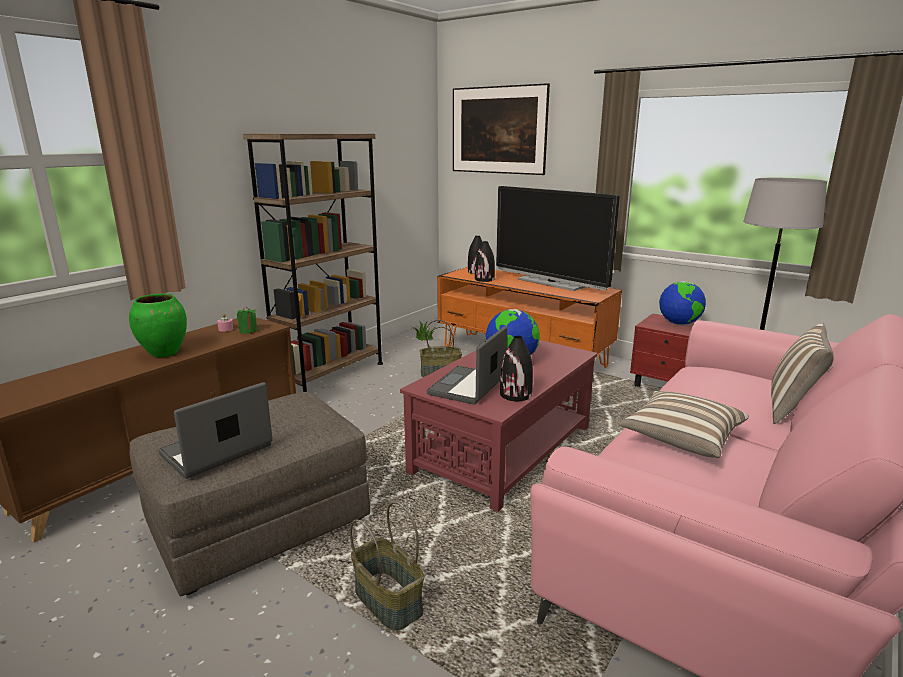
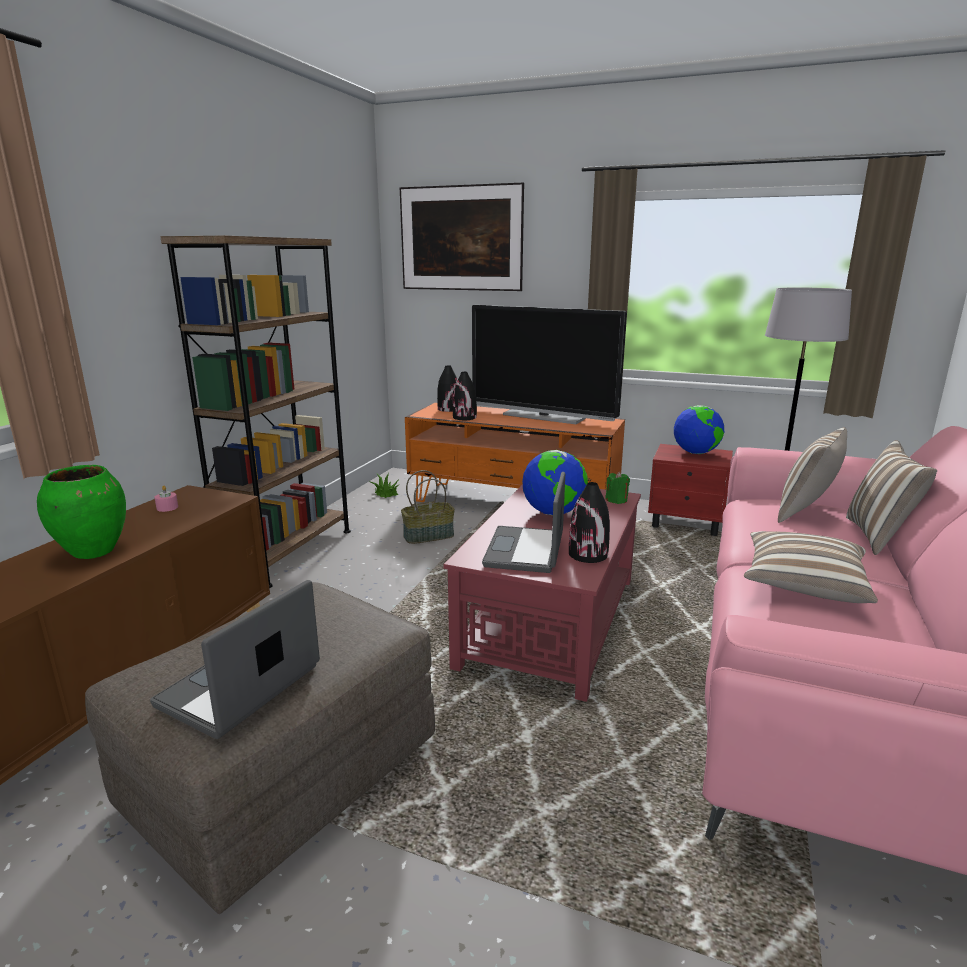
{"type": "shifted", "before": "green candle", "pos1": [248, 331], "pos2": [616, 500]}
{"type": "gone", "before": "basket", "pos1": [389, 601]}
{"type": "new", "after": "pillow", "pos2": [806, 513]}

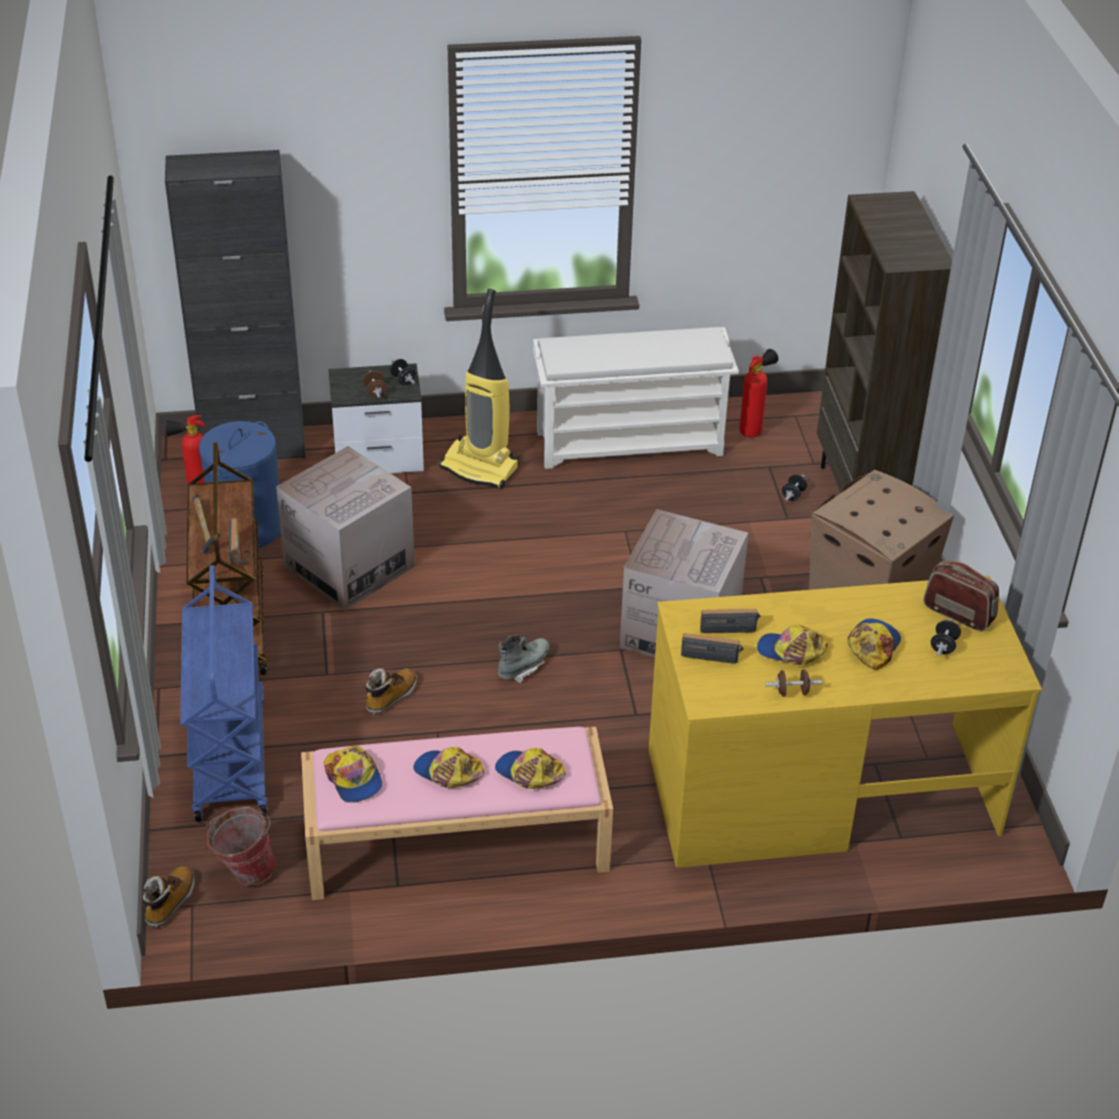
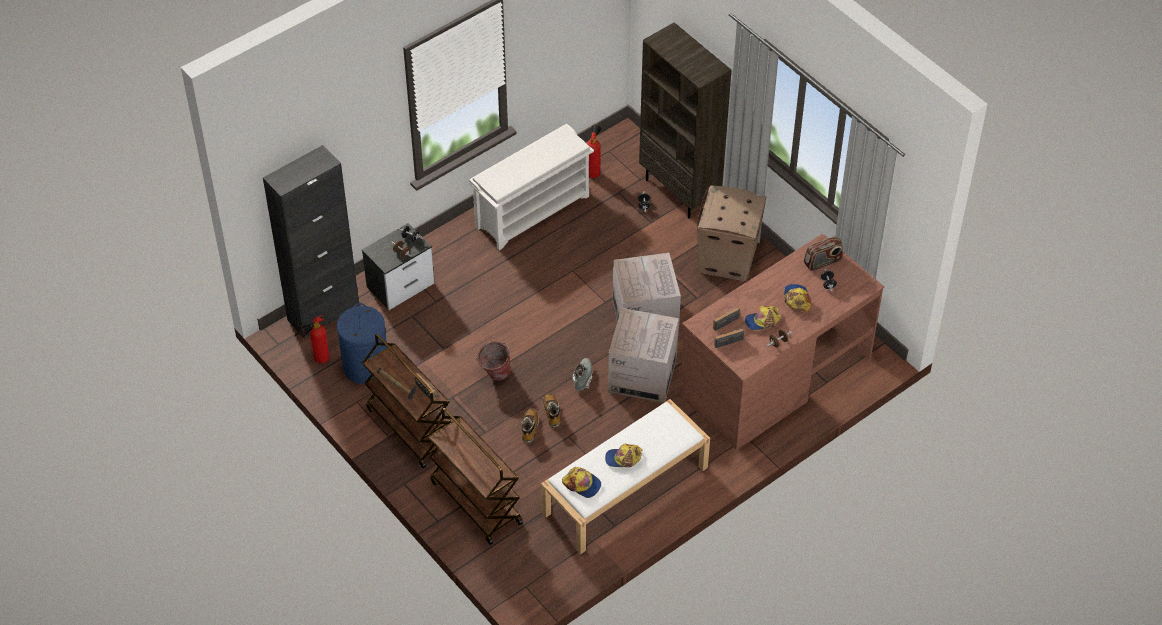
{"type": "gone", "before": "vacuum cleaner", "pos1": [481, 467]}
{"type": "shifted", "before": "cardboard box", "pos1": [349, 566], "pos2": [642, 375]}
{"type": "rotated", "before": "radio", "pos1": [958, 613], "pos2": [822, 262], "turn": 150}
{"type": "repainted", "before": "blue cart", "after": "brown cart", "pos1": [229, 756], "pos2": [475, 502]}
{"type": "repainted", "before": "yellow desk", "after": "brown desk", "pos1": [820, 791], "pos2": [774, 376]}
{"type": "repainted", "before": "pink bench", "after": "white bench", "pos1": [455, 844], "pos2": [625, 491]}
{"type": "gone", "before": "cap", "pos1": [528, 773]}
{"type": "shifted", "before": "bucket", "pos1": [244, 871], "pos2": [494, 375]}
{"type": "shifted", "before": "boot", "pos1": [170, 902], "pos2": [552, 413]}

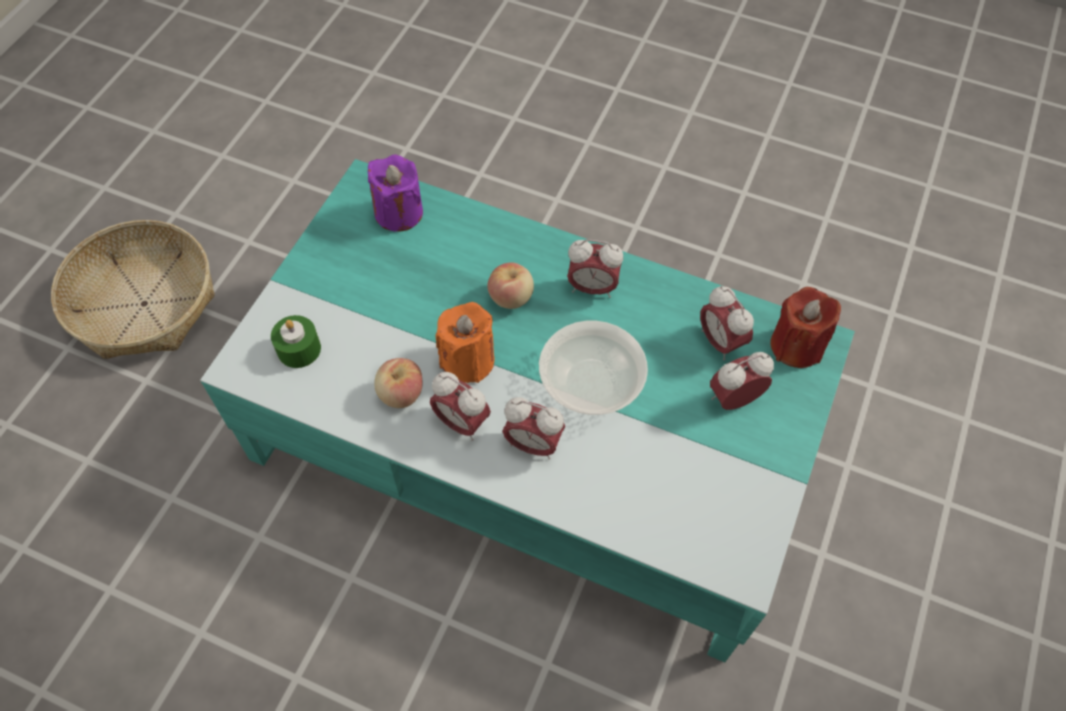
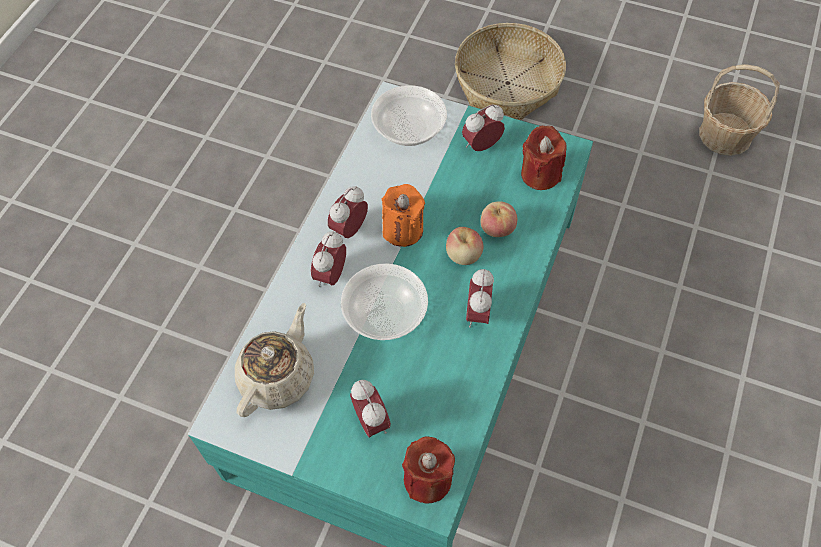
{"type": "repainted", "before": "purple candle", "after": "red candle", "pos1": [398, 213], "pos2": [540, 174]}
{"type": "shifted", "before": "alarm clock", "pos1": [720, 342], "pos2": [481, 145]}
{"type": "swapped", "before": "green candle", "after": "bowl", "pos1": [299, 349], "pos2": [408, 129]}
{"type": "shifted", "before": "apple", "pos1": [401, 394], "pos2": [497, 229]}
{"type": "new", "after": "basket", "pos2": [725, 135]}
{"type": "new", "after": "beige teapot", "pos2": [278, 376]}

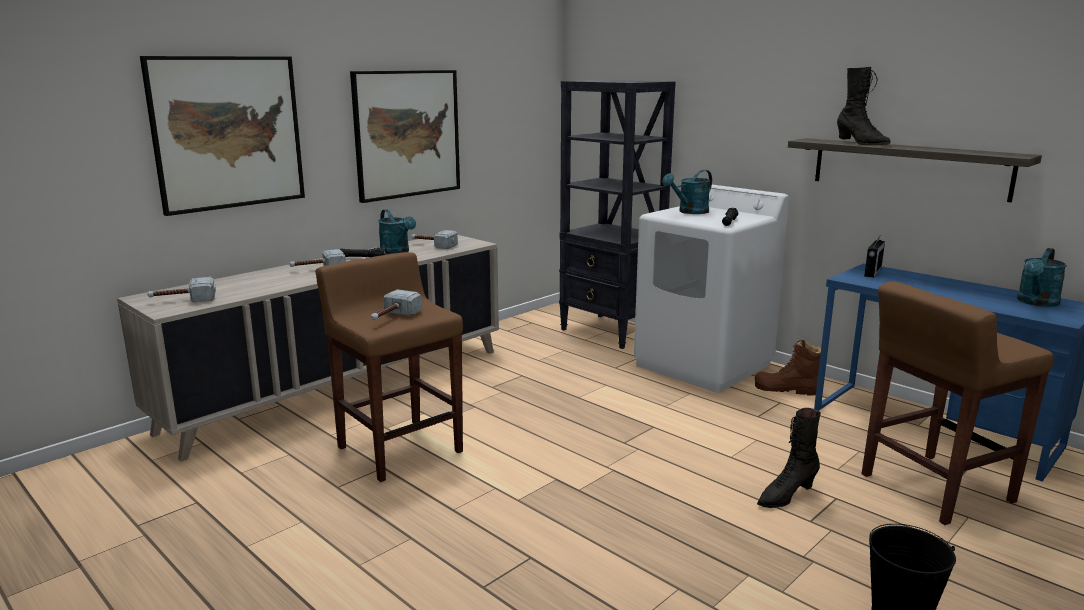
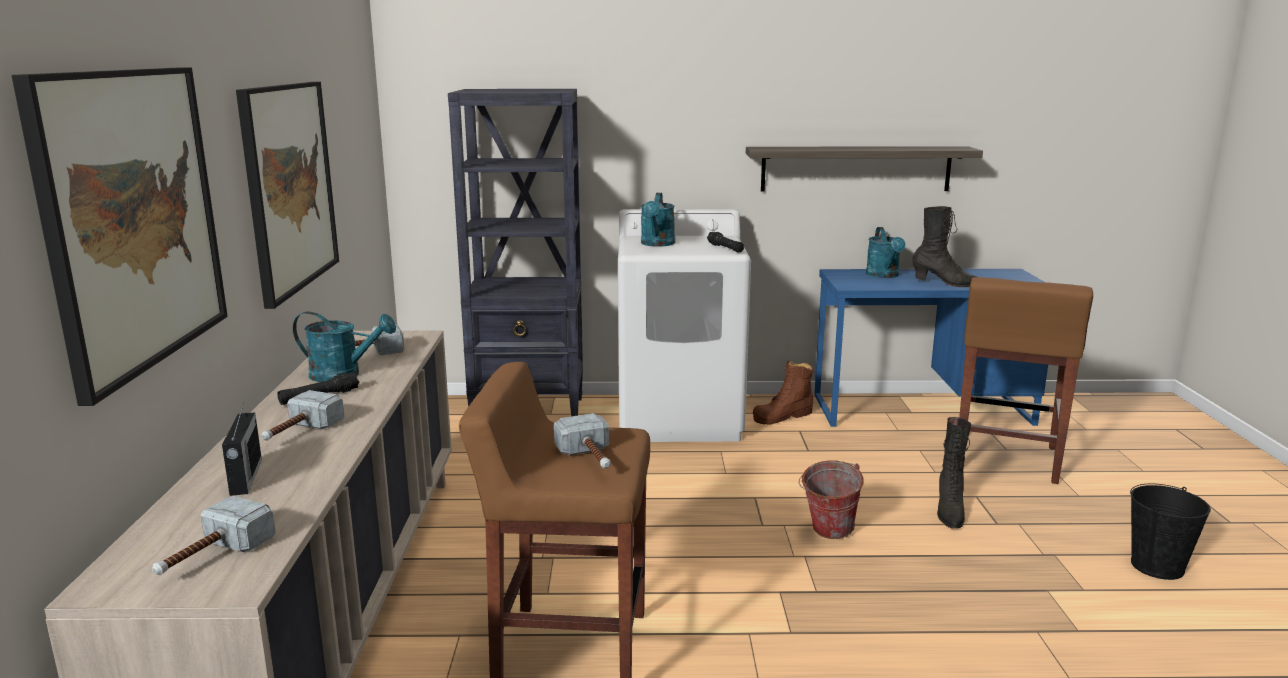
{"type": "shifted", "before": "black boot", "pos1": [861, 143], "pos2": [945, 283]}
{"type": "shifted", "before": "radio", "pos1": [872, 272], "pos2": [245, 477]}
{"type": "shifted", "before": "turquoise watering can", "pos1": [1036, 303], "pos2": [884, 275]}
{"type": "new", "after": "bucket", "pos2": [827, 533]}

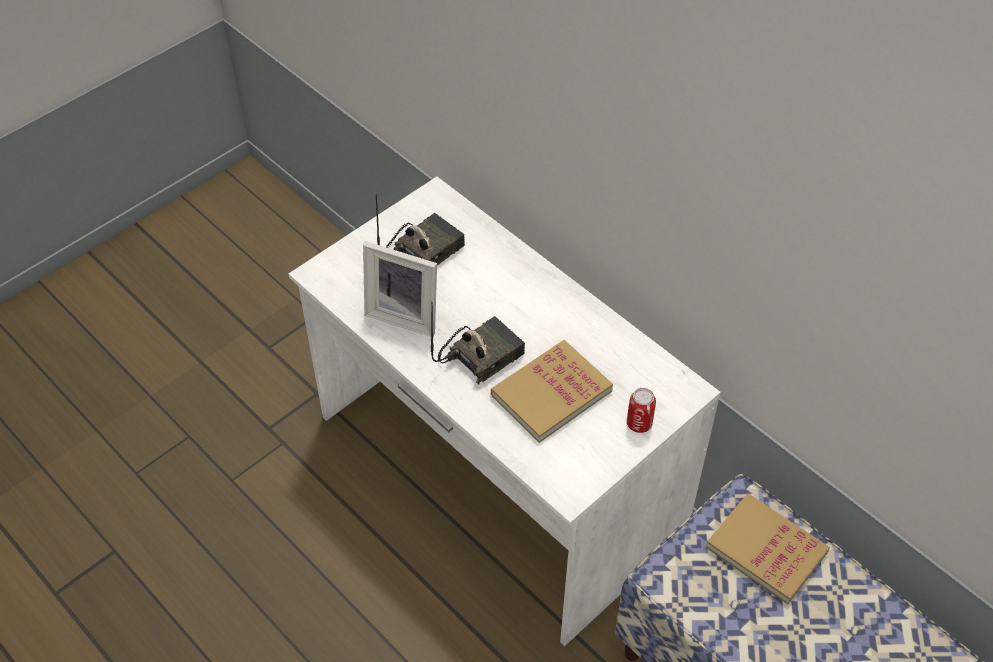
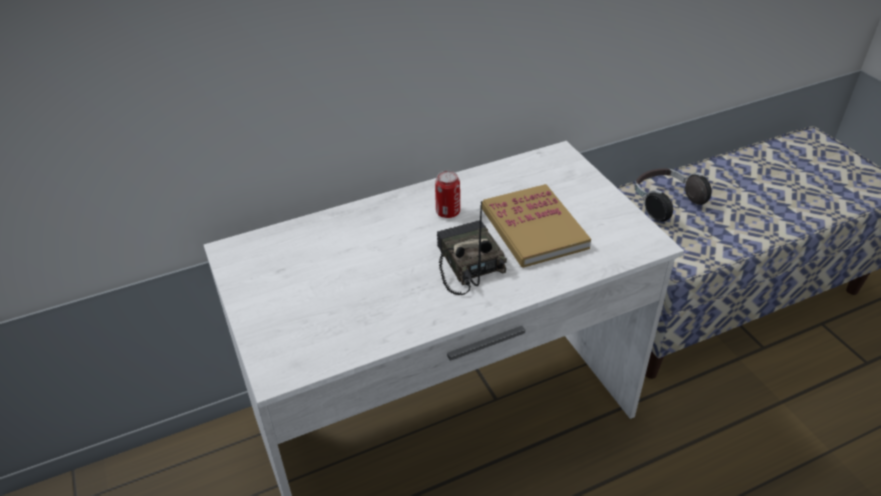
{"type": "gone", "before": "radio", "pos1": [424, 249]}
{"type": "gone", "before": "picture frame", "pos1": [405, 314]}
{"type": "shifted", "before": "can", "pos1": [639, 423], "pos2": [448, 212]}
{"type": "swapped", "before": "book", "after": "headphones", "pos1": [766, 550], "pos2": [664, 203]}

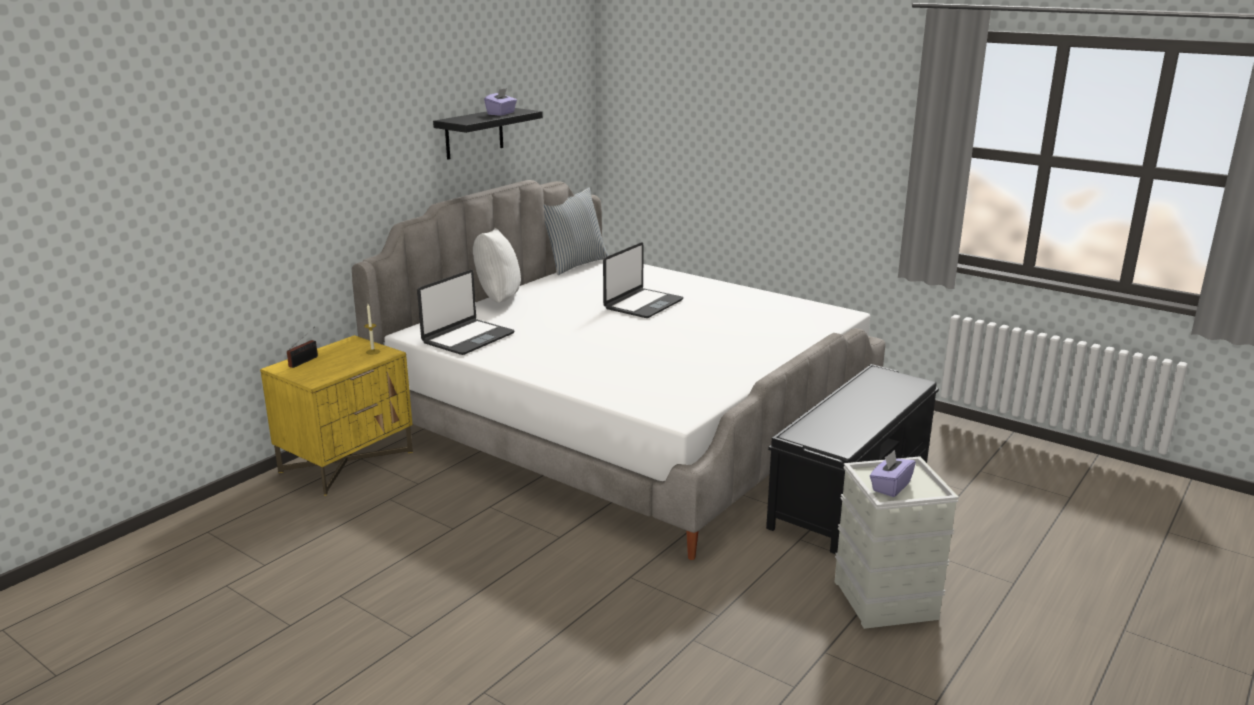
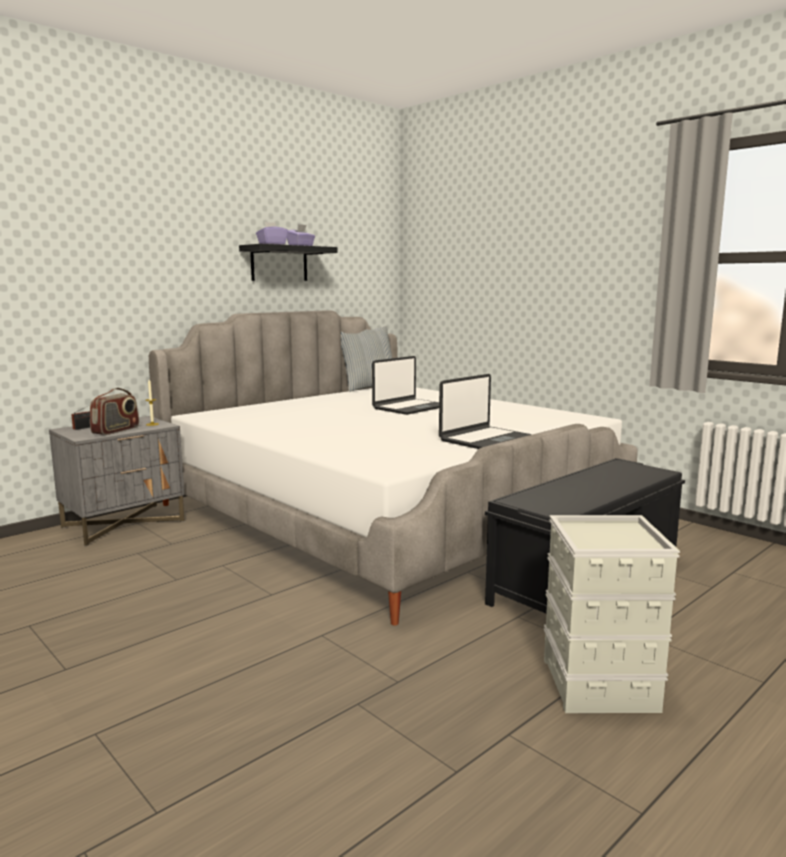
{"type": "gone", "before": "white pillow", "pos1": [497, 300]}
{"type": "shifted", "before": "laptop", "pos1": [467, 338], "pos2": [485, 439]}
{"type": "repainted", "before": "yellow nightstand", "after": "grey nightstand", "pos1": [347, 461], "pos2": [124, 524]}
{"type": "shifted", "before": "purple tissue box", "pos1": [890, 487], "pos2": [272, 244]}
{"type": "new", "after": "radio", "pos2": [116, 430]}

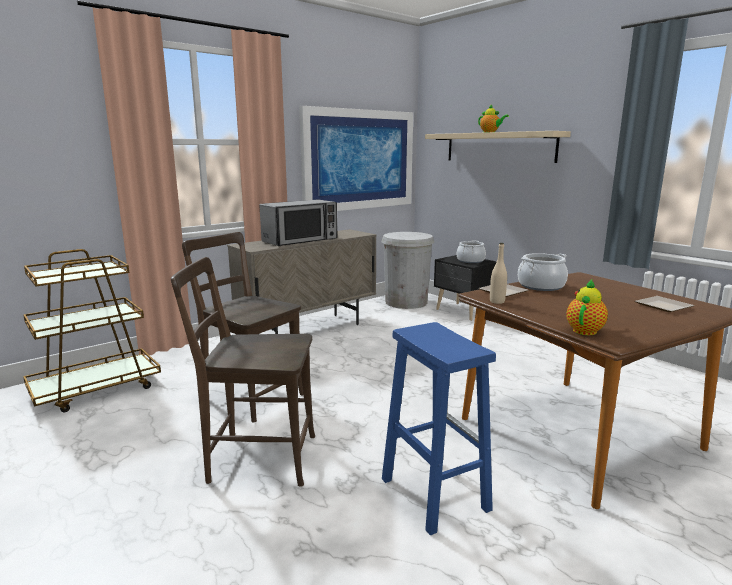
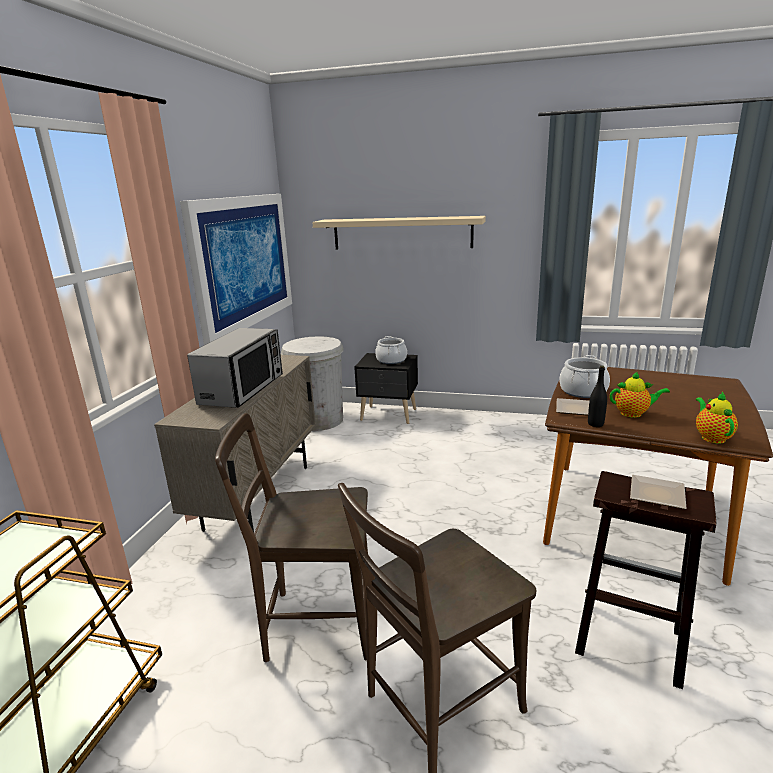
{"type": "shifted", "before": "teapot", "pos1": [490, 132], "pos2": [633, 413]}
{"type": "repainted", "before": "beige bottle", "after": "black bottle", "pos1": [497, 301], "pos2": [595, 424]}
{"type": "shifted", "before": "plate", "pos1": [661, 306], "pos2": [655, 495]}
{"type": "repainted", "before": "blue stool", "after": "brown stool", "pos1": [433, 493], "pos2": [627, 642]}

